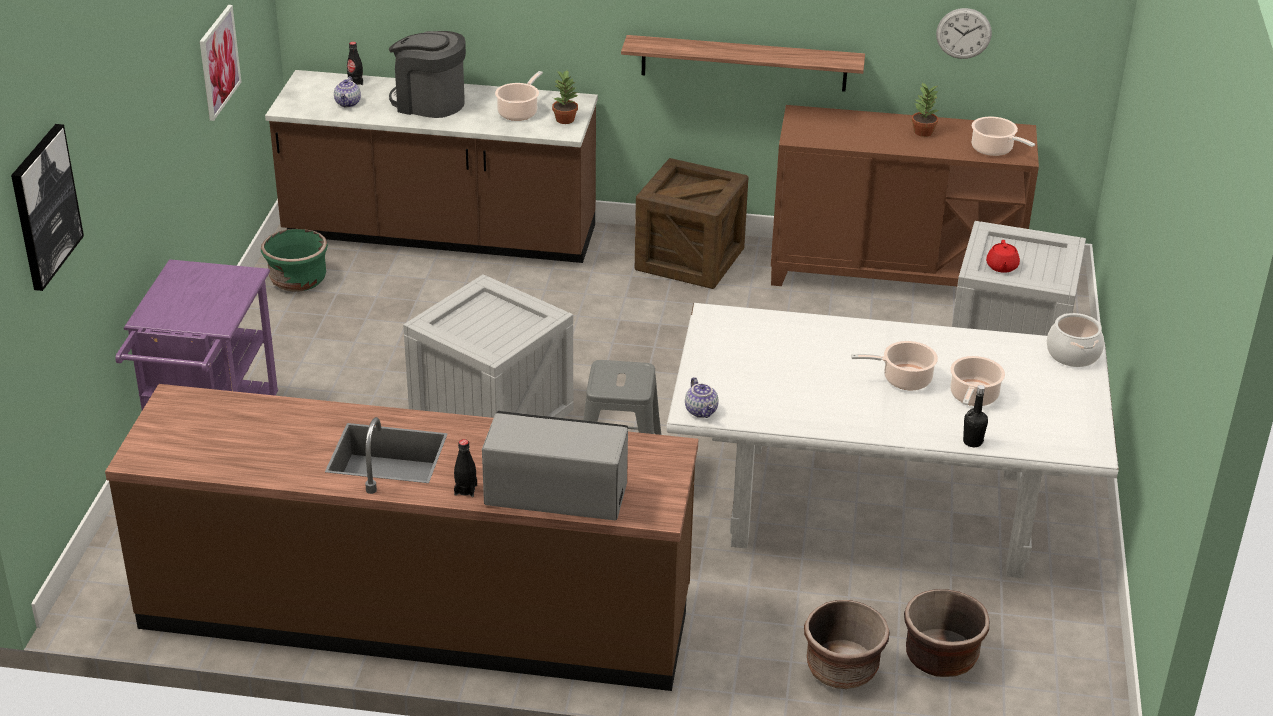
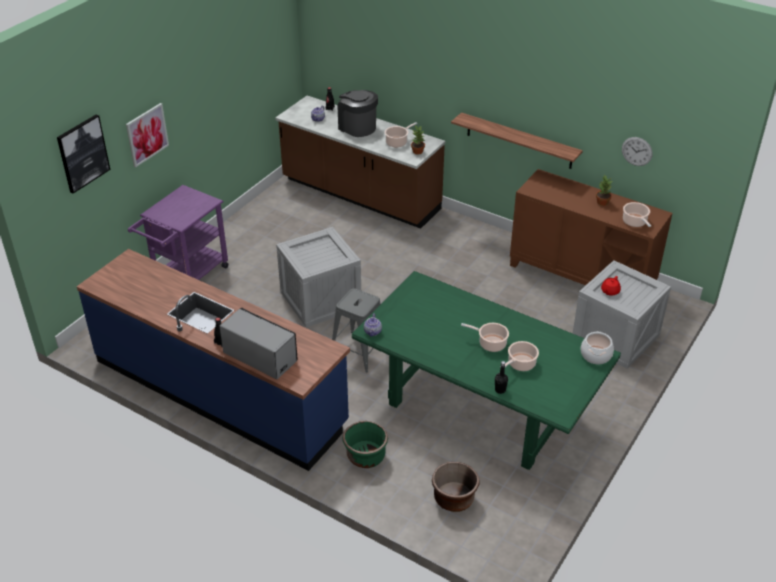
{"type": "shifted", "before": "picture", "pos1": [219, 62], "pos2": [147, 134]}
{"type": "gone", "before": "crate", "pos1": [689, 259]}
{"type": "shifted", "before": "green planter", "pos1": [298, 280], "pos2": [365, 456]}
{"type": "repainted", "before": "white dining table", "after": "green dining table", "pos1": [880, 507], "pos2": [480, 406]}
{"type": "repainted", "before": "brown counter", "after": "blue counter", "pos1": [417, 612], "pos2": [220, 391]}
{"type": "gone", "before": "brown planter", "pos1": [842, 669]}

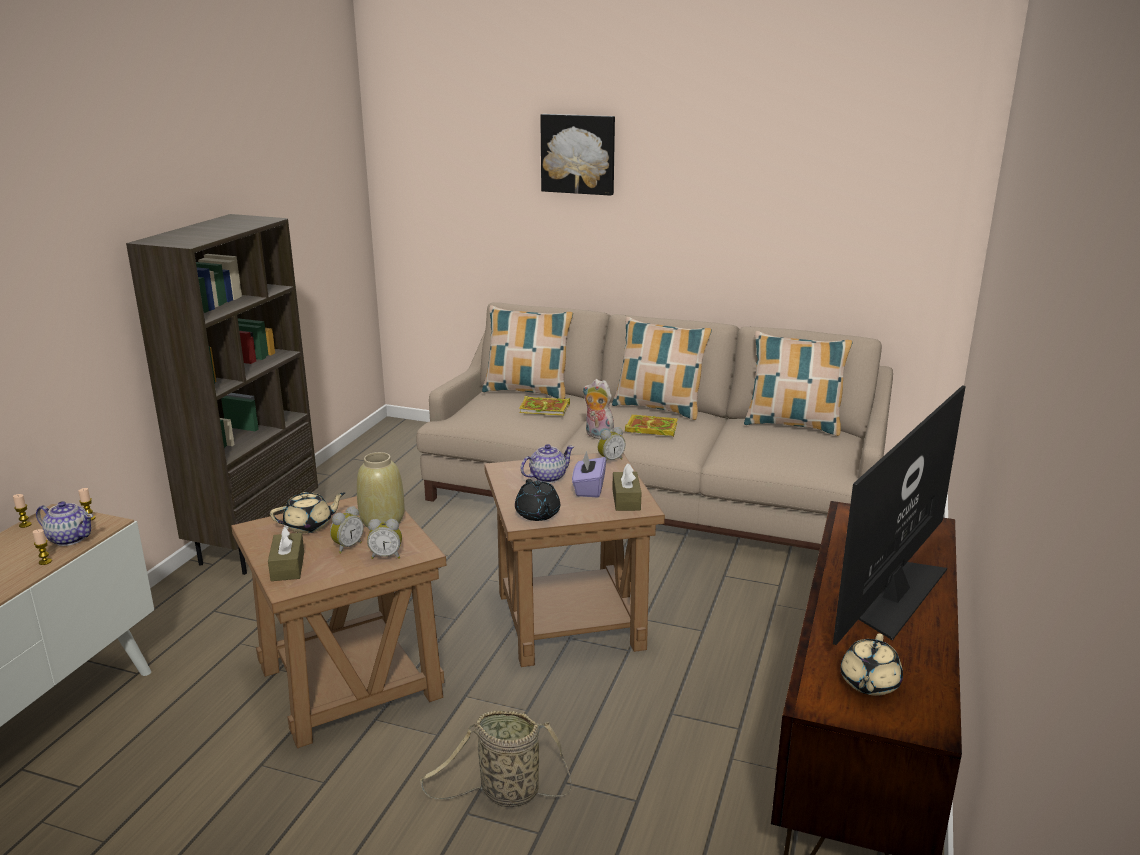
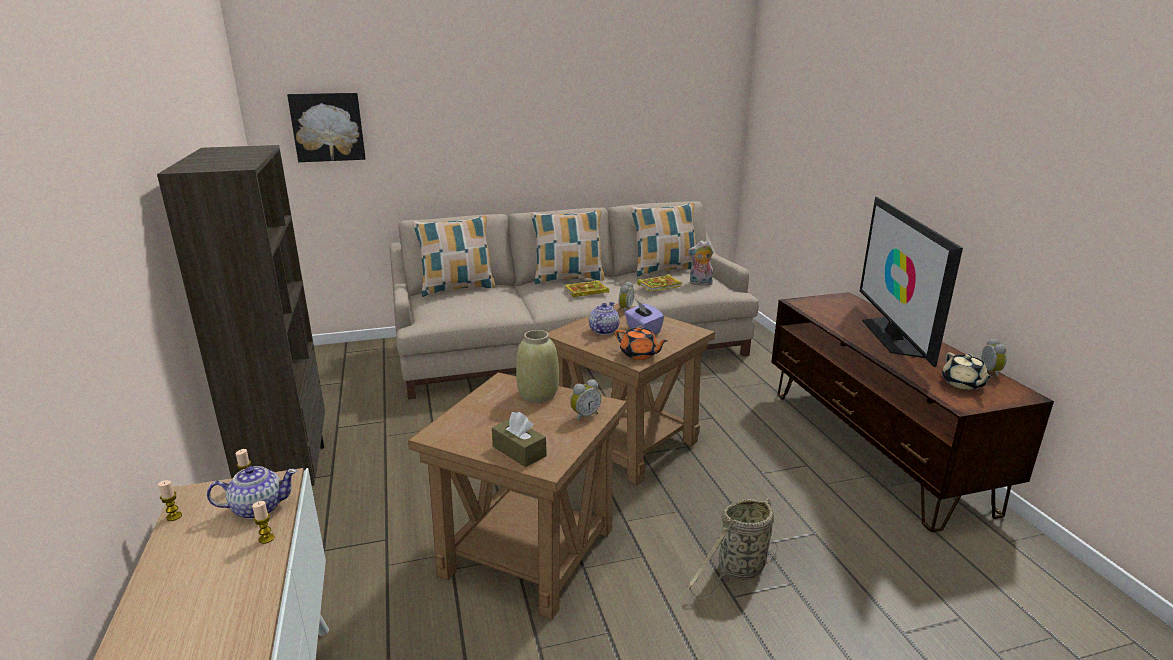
{"type": "shifted", "before": "picture", "pos1": [578, 154], "pos2": [328, 127]}
{"type": "shifted", "before": "plush toy", "pos1": [597, 435], "pos2": [700, 284]}
{"type": "shifted", "before": "book", "pos1": [545, 409], "pos2": [660, 285]}
{"type": "gone", "before": "brown tissue box", "pos1": [626, 500]}
{"type": "repainted", "before": "black teapot", "after": "orange teapot", "pos1": [537, 514], "pos2": [639, 355]}
{"type": "gone", "before": "beige teapot", "pos1": [309, 525]}
{"type": "shifted", "before": "alarm clock", "pos1": [347, 546], "pos2": [988, 372]}

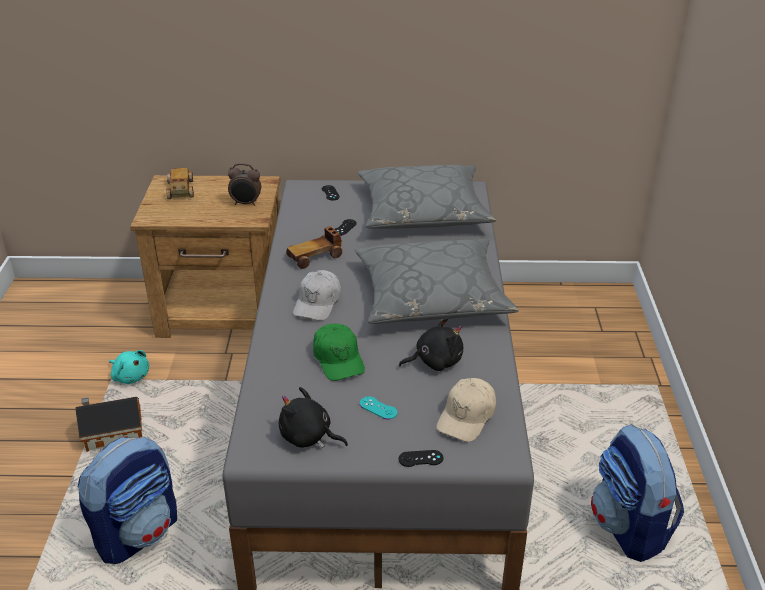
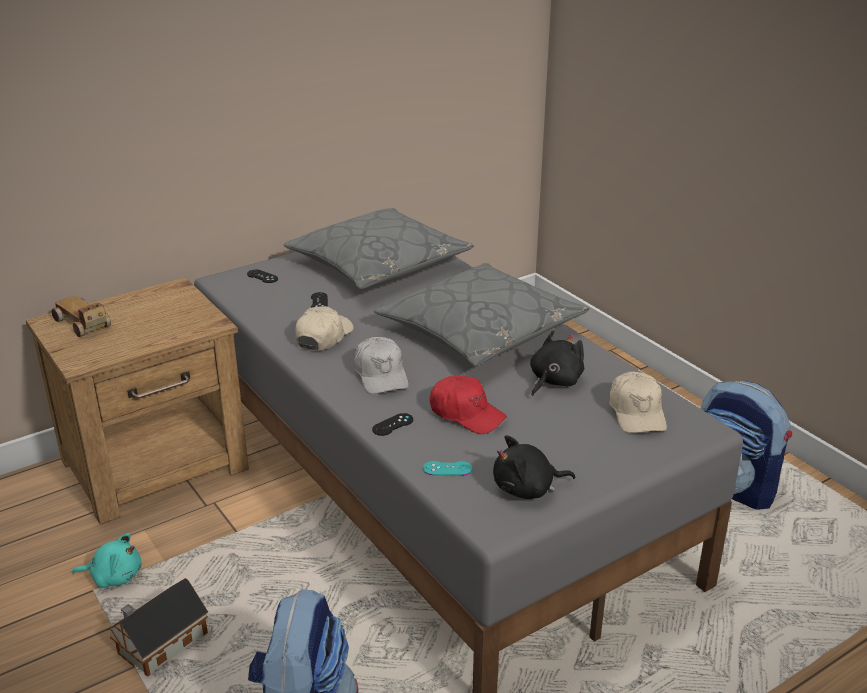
{"type": "gone", "before": "alarm clock", "pos1": [246, 203]}
{"type": "swapped", "before": "toy car", "after": "beige cap", "pos1": [315, 256], "pos2": [323, 336]}
{"type": "repainted", "before": "green cap", "after": "red cap", "pos1": [338, 359], "pos2": [466, 414]}
{"type": "shifted", "before": "turquoise game controller", "pos1": [378, 408], "pos2": [447, 469]}
{"type": "shifted", "before": "black game controller", "pos1": [420, 458], "pos2": [392, 424]}

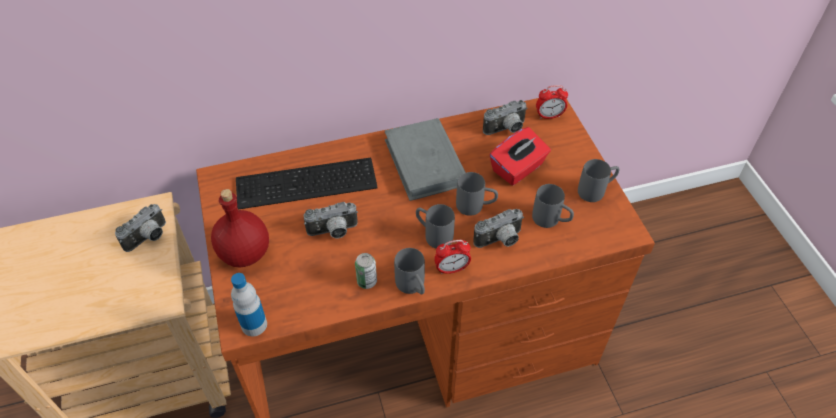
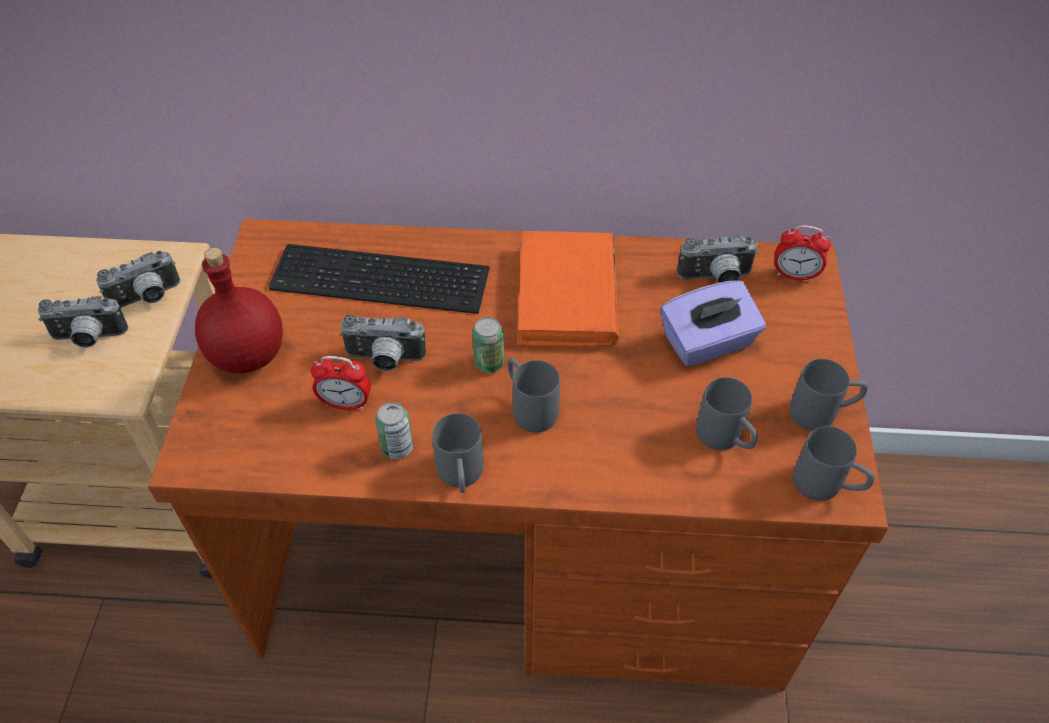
{"type": "repainted", "before": "grey book", "after": "orange book", "pos1": [425, 162], "pos2": [567, 295]}
{"type": "repainted", "before": "red tissue box", "after": "purple tissue box", "pos1": [518, 168], "pos2": [707, 343]}
{"type": "shifted", "before": "grey mug", "pos1": [475, 206], "pos2": [827, 486]}
{"type": "shifted", "before": "photo camera", "pos1": [500, 241], "pos2": [88, 339]}
{"type": "shifted", "before": "alarm clock", "pos1": [451, 269], "pos2": [346, 403]}
{"type": "gone", "before": "bottle", "pos1": [254, 325]}
{"type": "new", "after": "can", "pos2": [489, 363]}

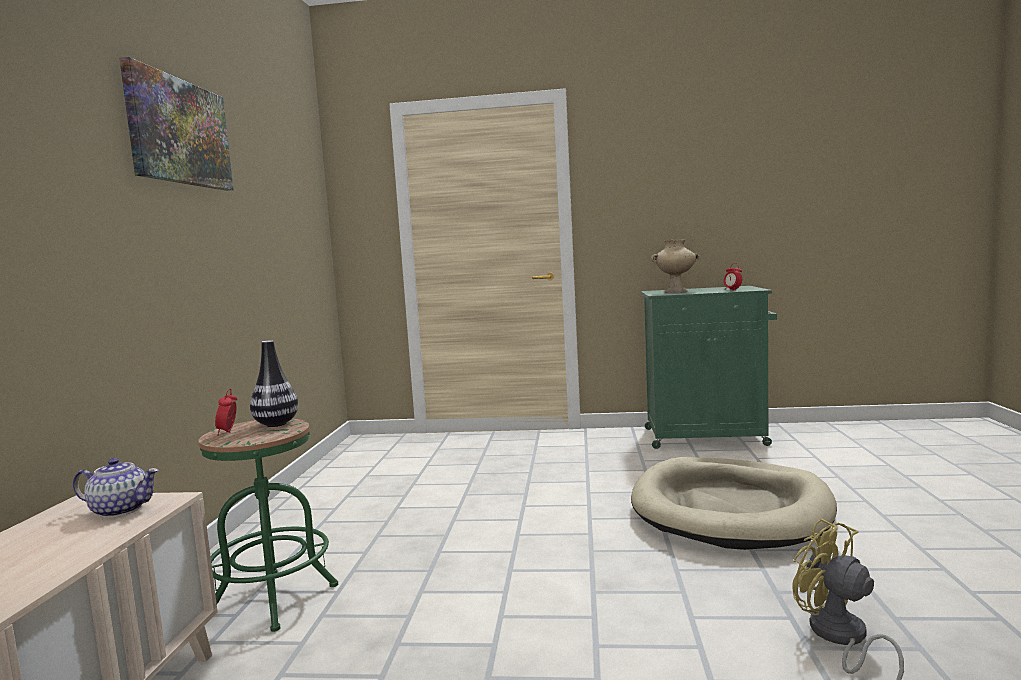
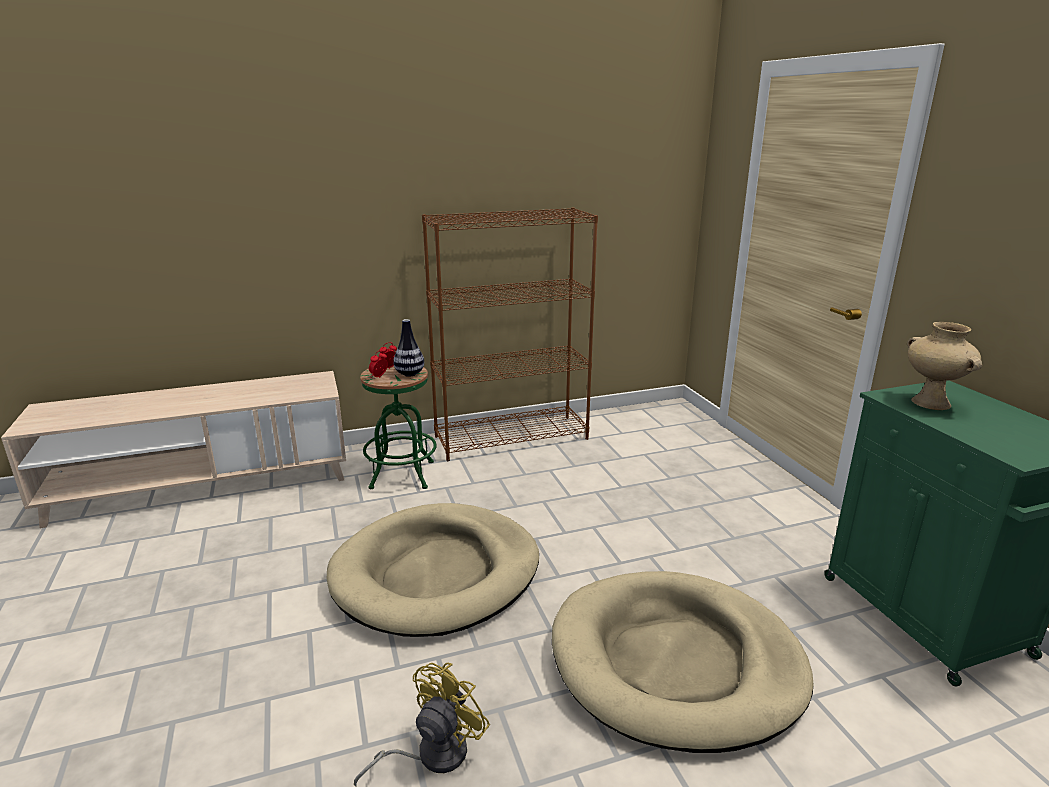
{"type": "gone", "before": "picture", "pos1": [179, 132]}
{"type": "shifted", "before": "alarm clock", "pos1": [732, 290], "pos2": [379, 377]}
{"type": "gone", "before": "teapot", "pos1": [120, 510]}
{"type": "new", "after": "brown bookcase", "pos2": [512, 437]}
{"type": "new", "after": "beige dog bed", "pos2": [437, 573]}

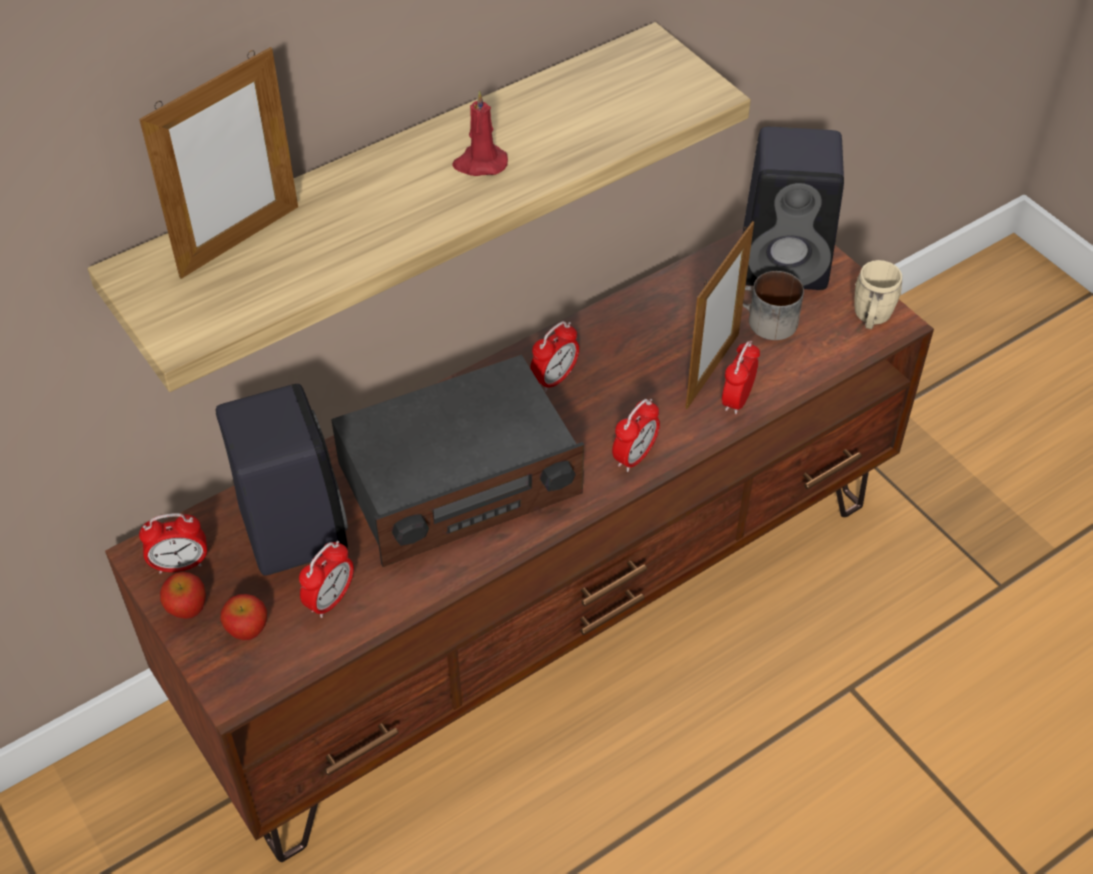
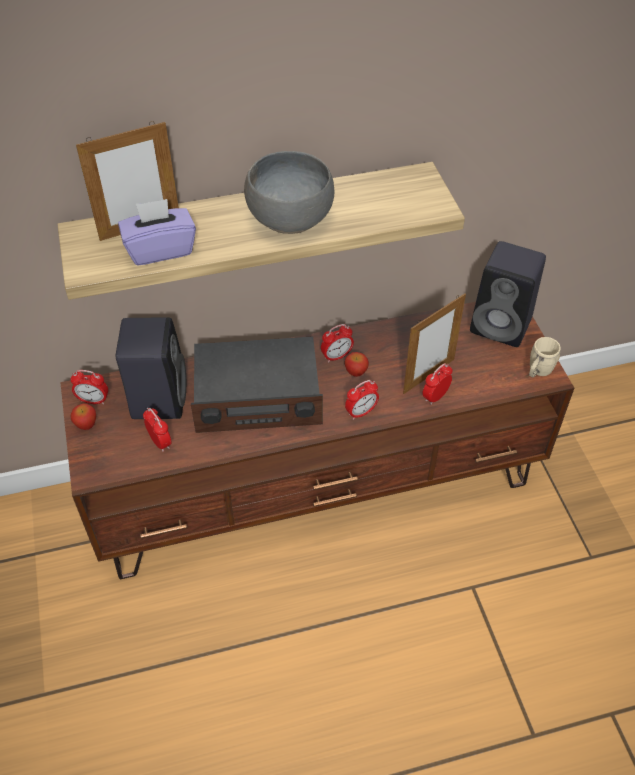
{"type": "swapped", "before": "red candle", "after": "grey bowl", "pos1": [480, 163], "pos2": [289, 217]}
{"type": "gone", "before": "mug", "pos1": [765, 322]}
{"type": "rotated", "before": "alarm clock", "pos1": [330, 600], "pos2": [160, 442], "turn": -90}
{"type": "shifted", "before": "apple", "pos1": [247, 629], "pos2": [356, 372]}
{"type": "new", "after": "purple tissue box", "pos2": [160, 249]}

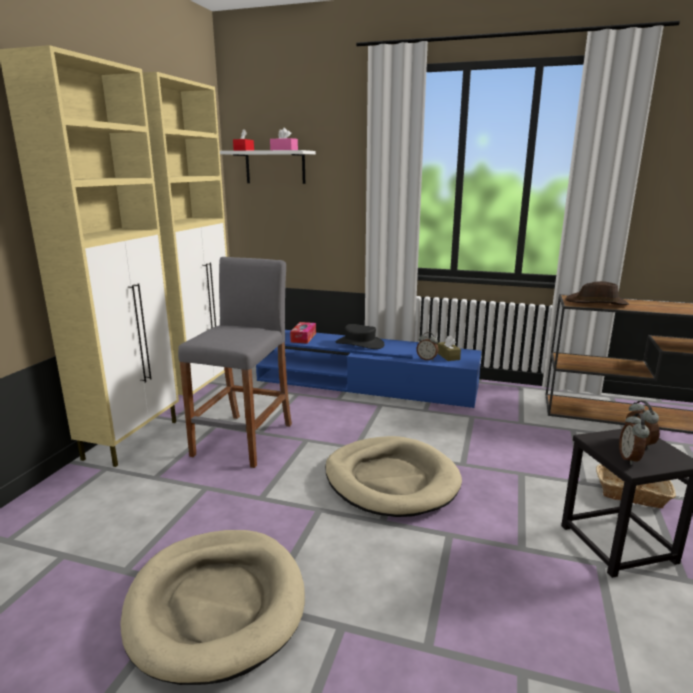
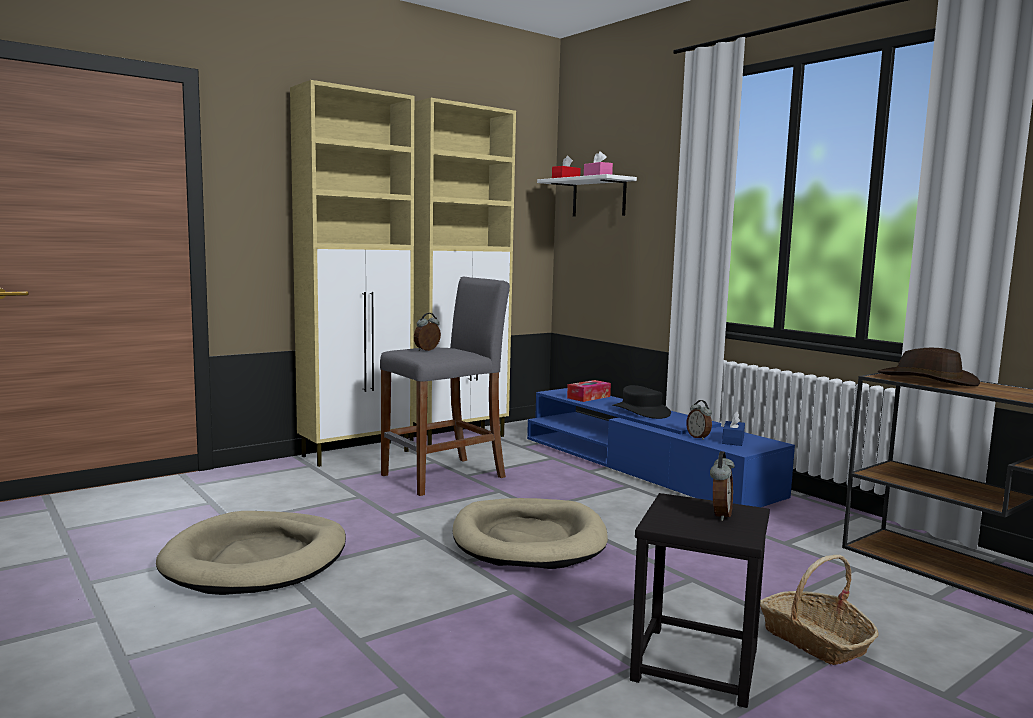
{"type": "repainted", "before": "brown tissue box", "after": "blue tissue box", "pos1": [448, 356], "pos2": [733, 440]}
{"type": "shifted", "before": "alarm clock", "pos1": [630, 458], "pos2": [427, 350]}

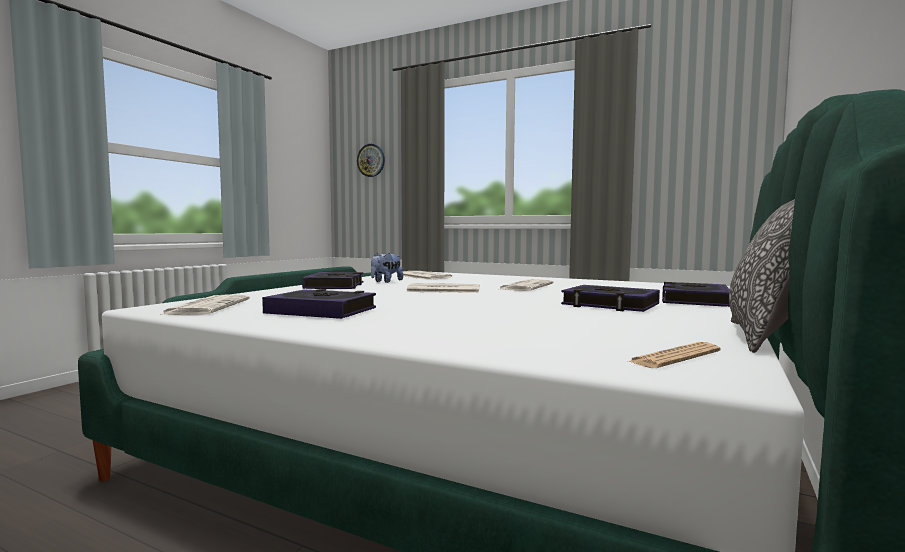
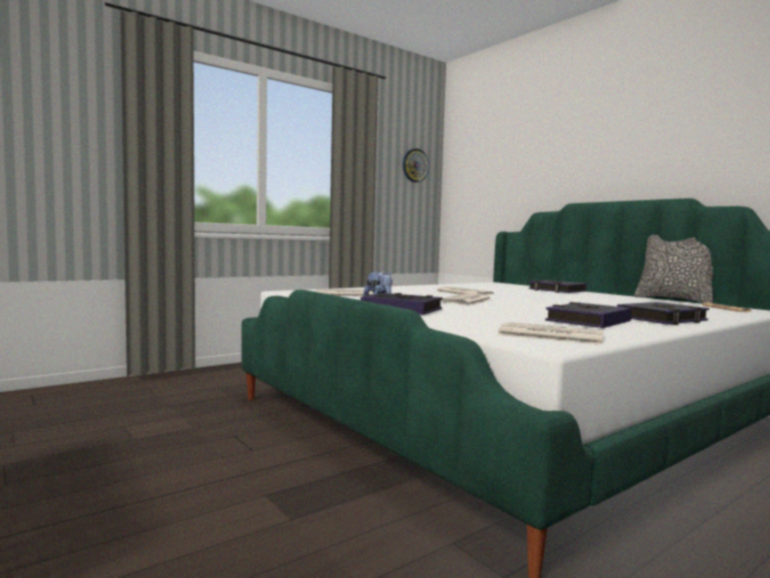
{"type": "shifted", "before": "wall clock", "pos1": [371, 160], "pos2": [415, 165]}
{"type": "shifted", "before": "book", "pos1": [610, 305], "pos2": [662, 319]}

